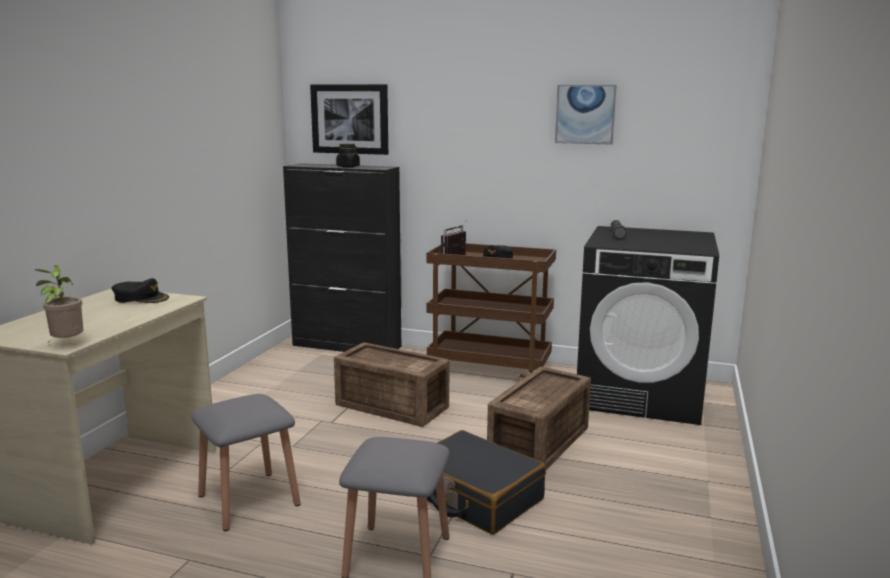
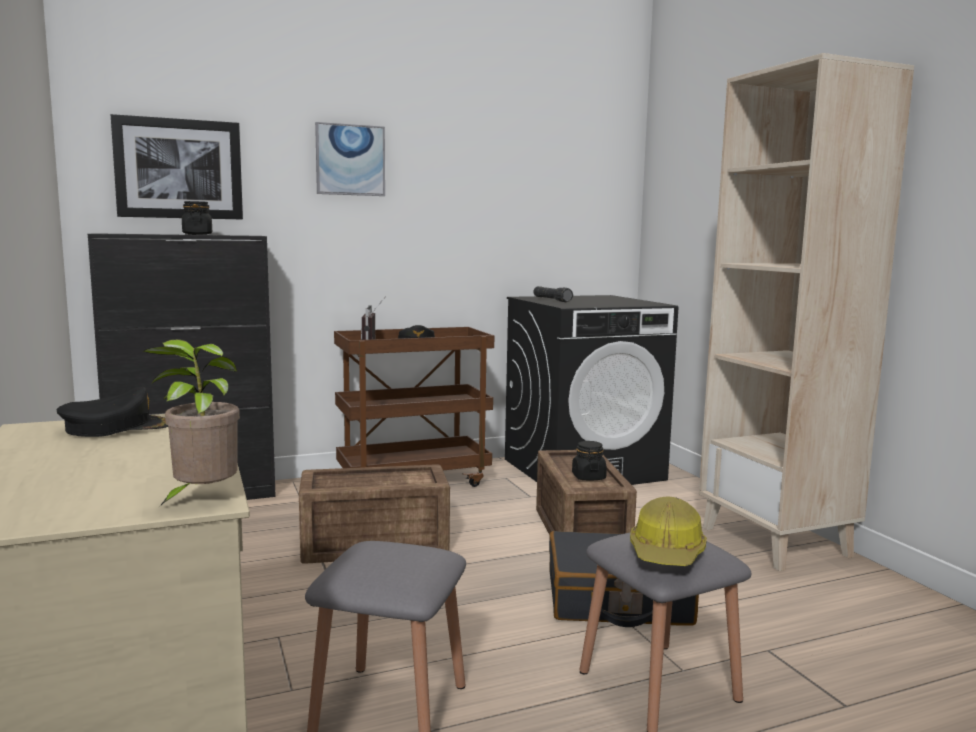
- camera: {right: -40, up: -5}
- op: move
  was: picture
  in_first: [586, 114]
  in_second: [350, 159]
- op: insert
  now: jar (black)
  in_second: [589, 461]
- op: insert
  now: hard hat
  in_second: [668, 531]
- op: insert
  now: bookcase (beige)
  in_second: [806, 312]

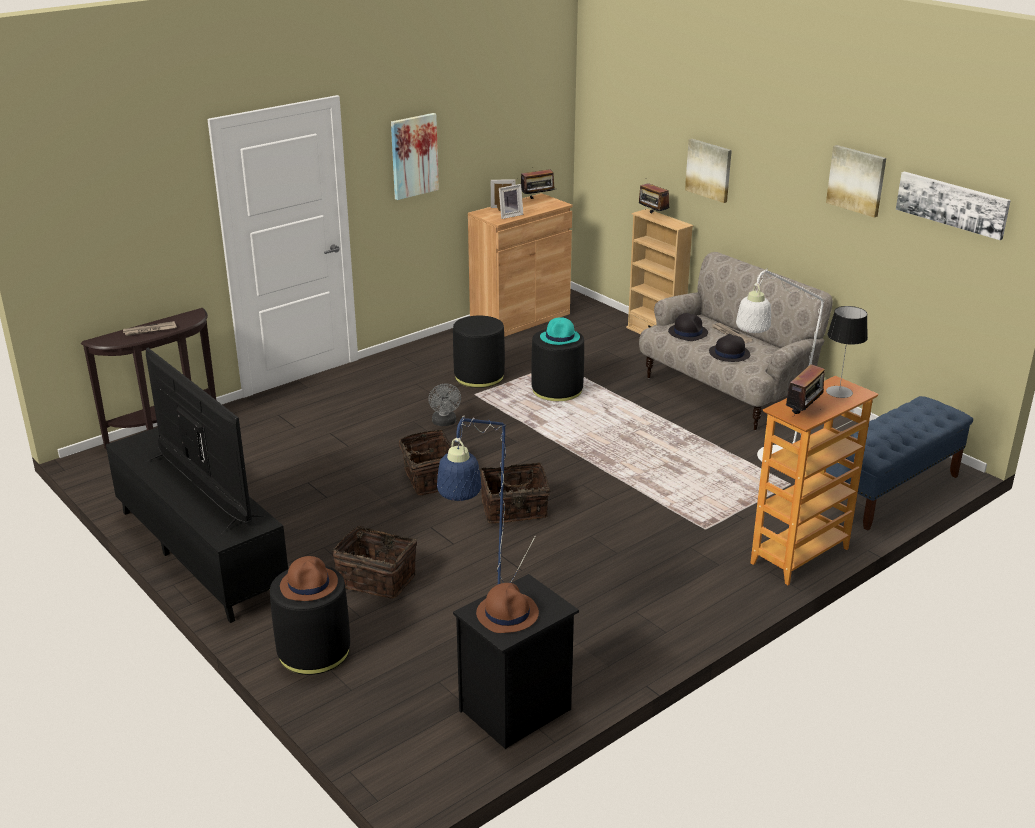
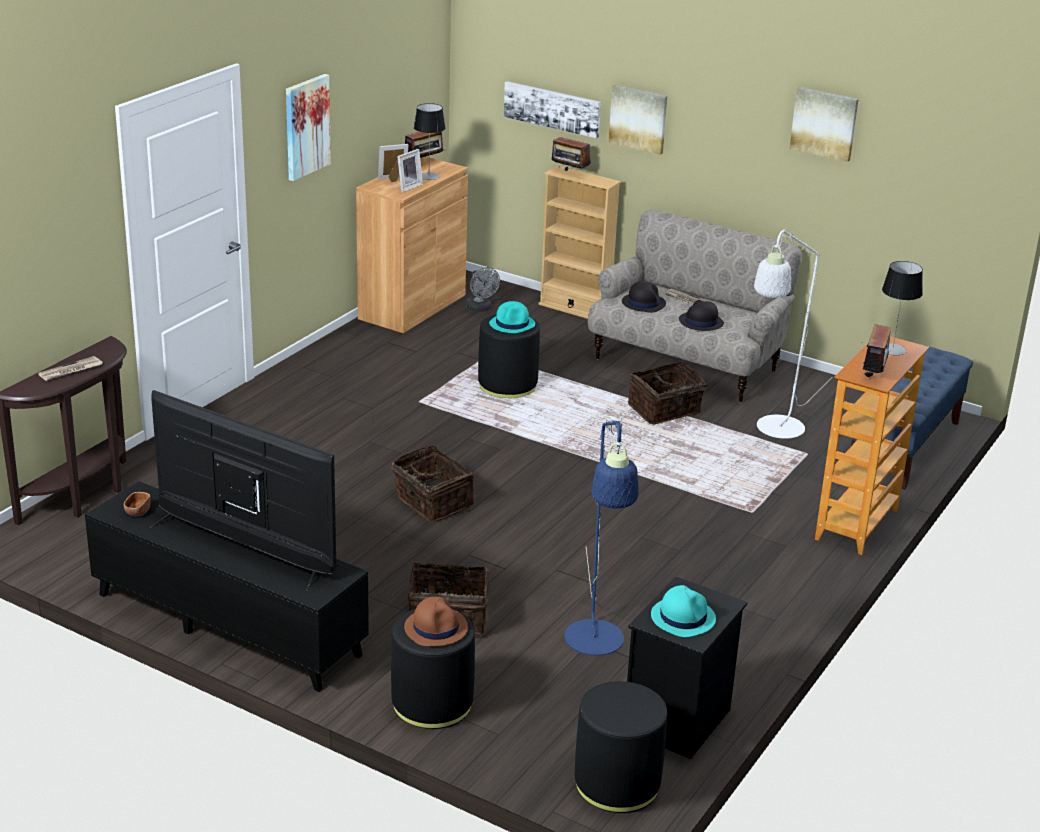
- camera: {right: -20, up: 0}
- op: insert
  now: bowl (brown)
  in_second: [137, 504]
- op: insert
  now: table lamp
  in_second: [429, 141]
- op: move
  was: fan (grey)
  in_first: [444, 404]
  in_second: [483, 289]
- op: move
  was: picture
  in_first: [953, 205]
  in_second: [552, 109]
- op: move
  was: ottoman (black)
  in_first: [479, 352]
  in_second: [621, 747]
- op: move
  was: basket
  in_first: [515, 493]
  in_second: [668, 392]
- op: recolor
  was: hat (brown)
  now: hat (turquoise)
  in_first: [507, 608]
  in_second: [683, 611]

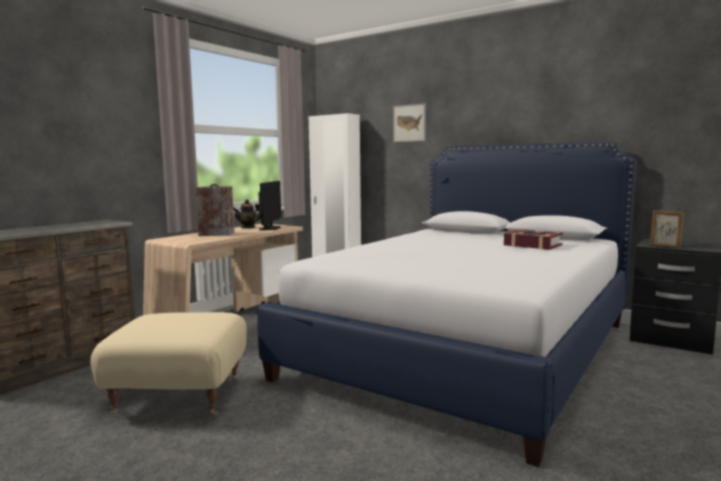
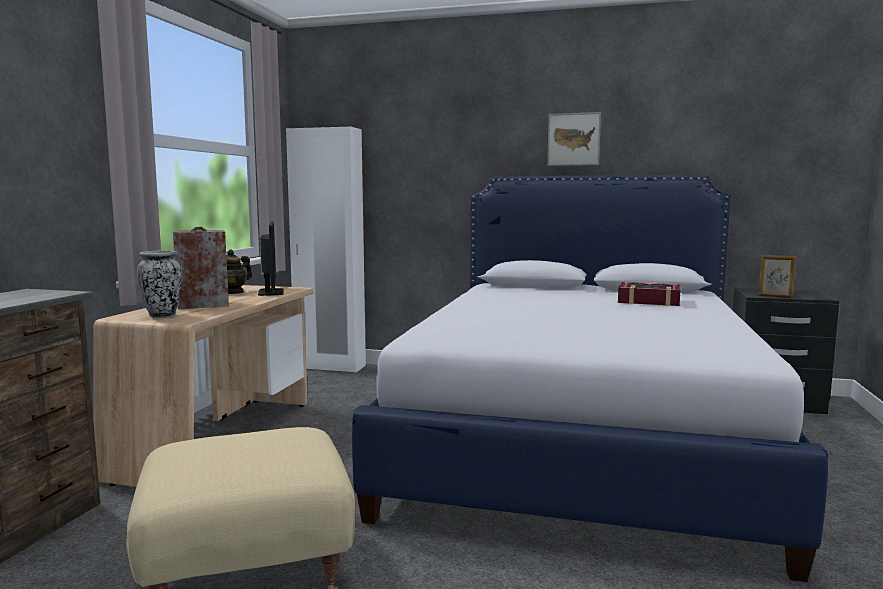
- camera: {right: -20, up: 0}
- op: insert
  now: vase
  in_second: [159, 284]
- op: move
  was: picture
  in_first: [409, 122]
  in_second: [574, 139]

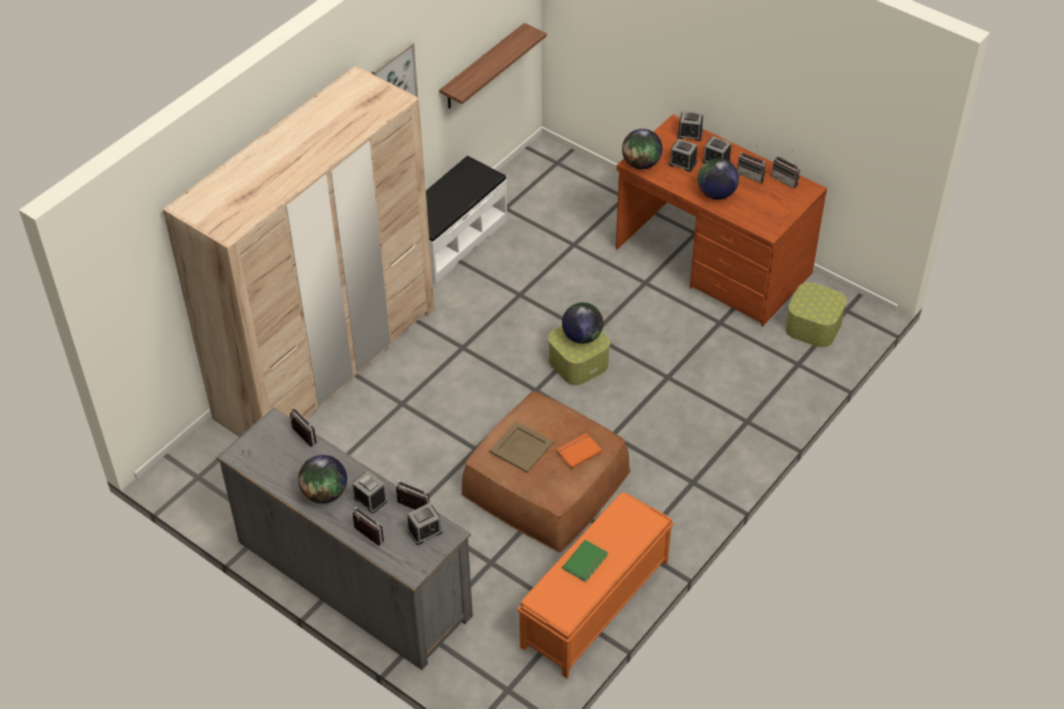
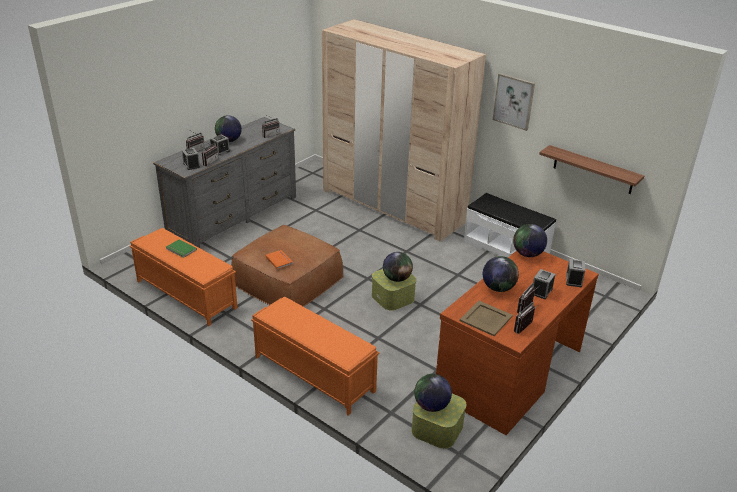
- camera: {right: 90, up: -15}
- op: insert
  now: bench (orange)
  in_second: [315, 356]
- op: insert
  now: globe
  in_second: [433, 393]
- op: move
  was: tray (beige)
  in_first: [521, 447]
  in_second: [486, 318]
- op: delete
  was: alarm clock
  in_first: [683, 155]

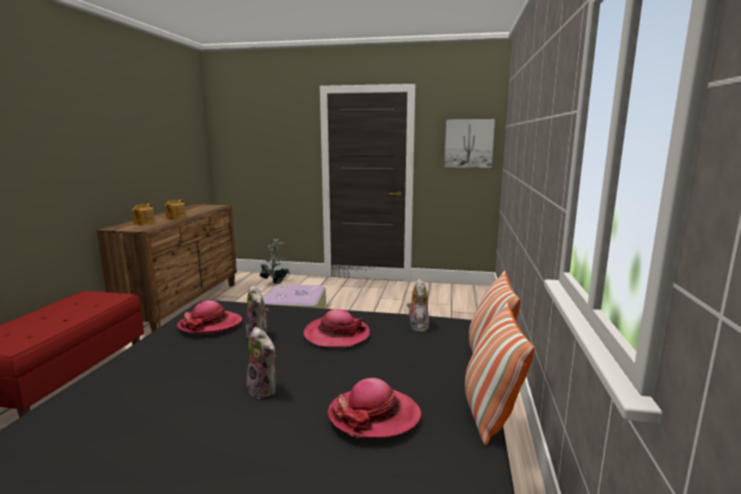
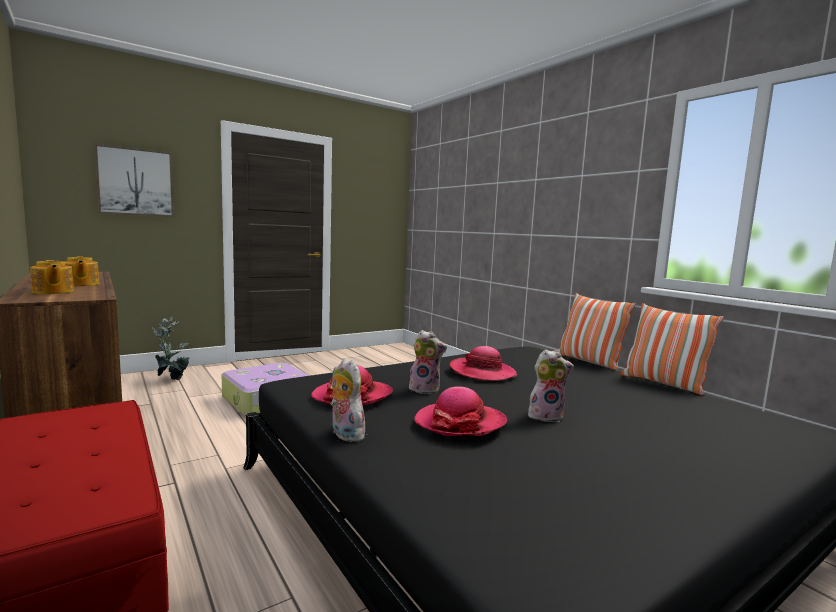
- camera: {right: -45, up: -5}
- op: move
  was: picture
  in_first: [469, 143]
  in_second: [134, 180]
- op: move
  was: plush toy
  in_first: [418, 305]
  in_second: [347, 400]
- op: move
  was: hat
  in_first: [375, 408]
  in_second: [460, 411]

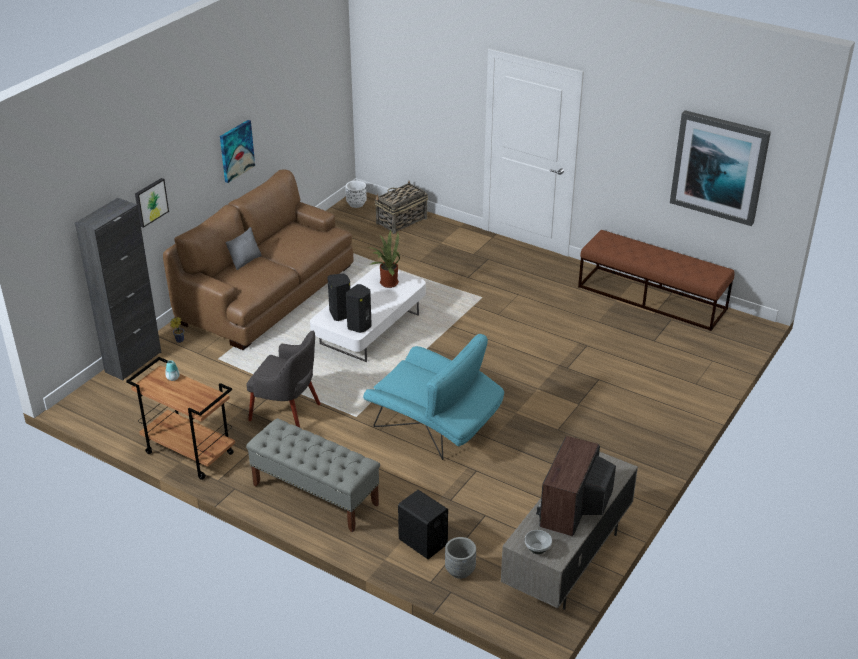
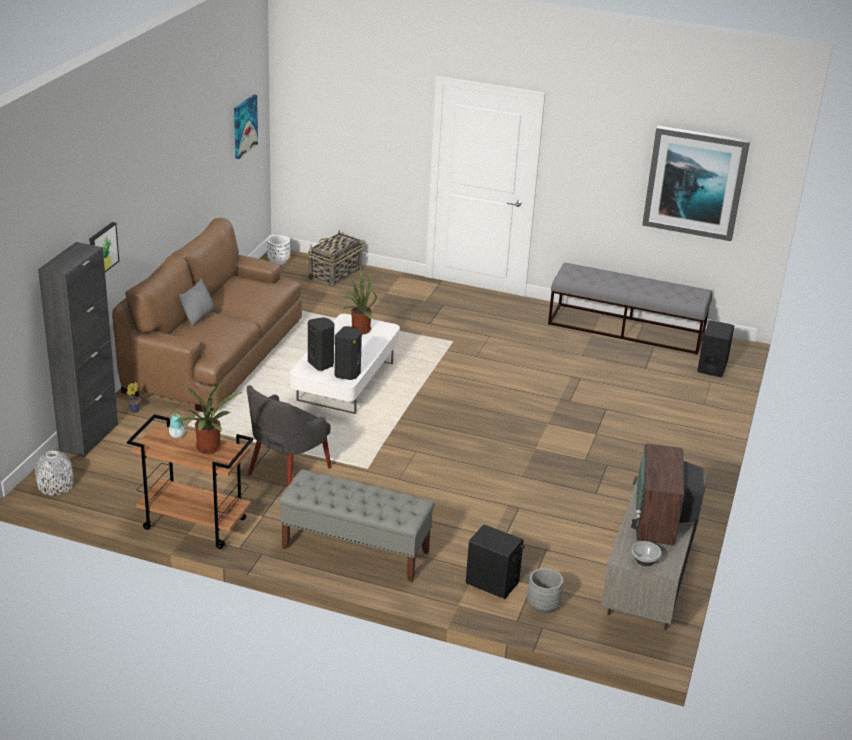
- camera: {right: -15, up: -5}
- op: insert
  now: vase (grey)
  in_second: [54, 473]
- op: insert
  now: potted plant
  in_second: [210, 418]
- op: move
  was: picture
  in_first: [237, 151]
  in_second: [246, 127]
- op: rotate
  was: armchair (grey)
  in_first: [283, 379]
  in_second: [289, 436]
  clockwise: 120
- op: recolor
  was: bench (brown)
  now: bench (grey)
  in_first: [656, 280]
  in_second: [630, 309]
- op: insert
  now: speaker (black)
  in_second: [715, 348]
- op: delete
  was: armchair (turquoise)
  in_first: [433, 397]

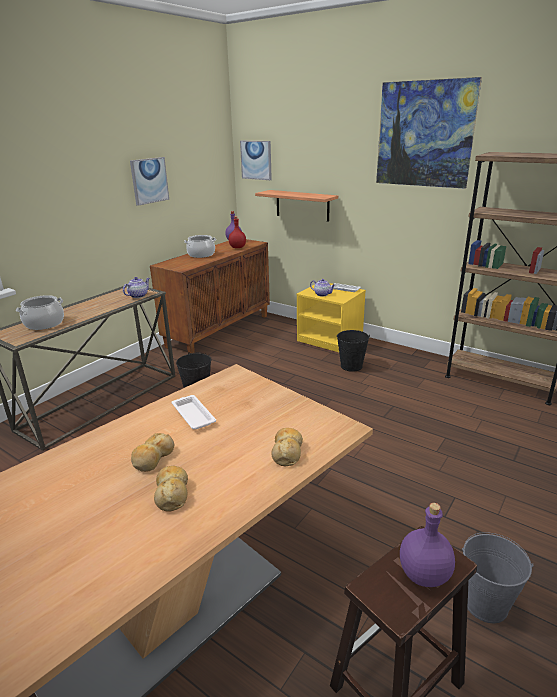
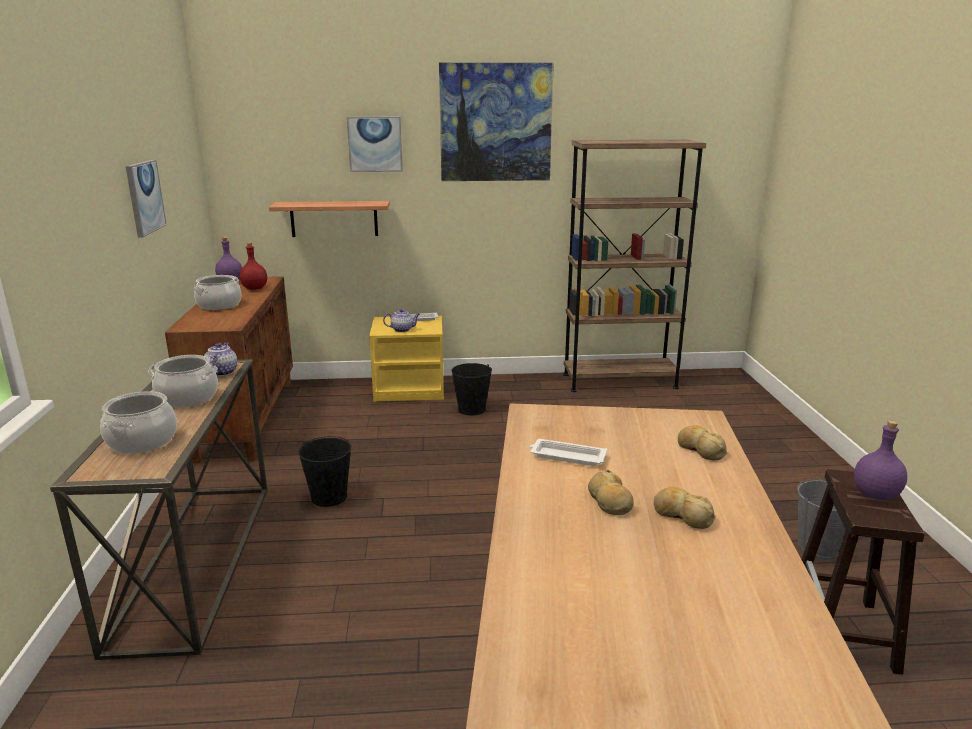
- camera: {right: -40, up: -5}
- op: insert
  now: cooking pot
  in_second: [183, 381]
- op: move
  was: picture
  in_first: [256, 160]
  in_second: [375, 144]

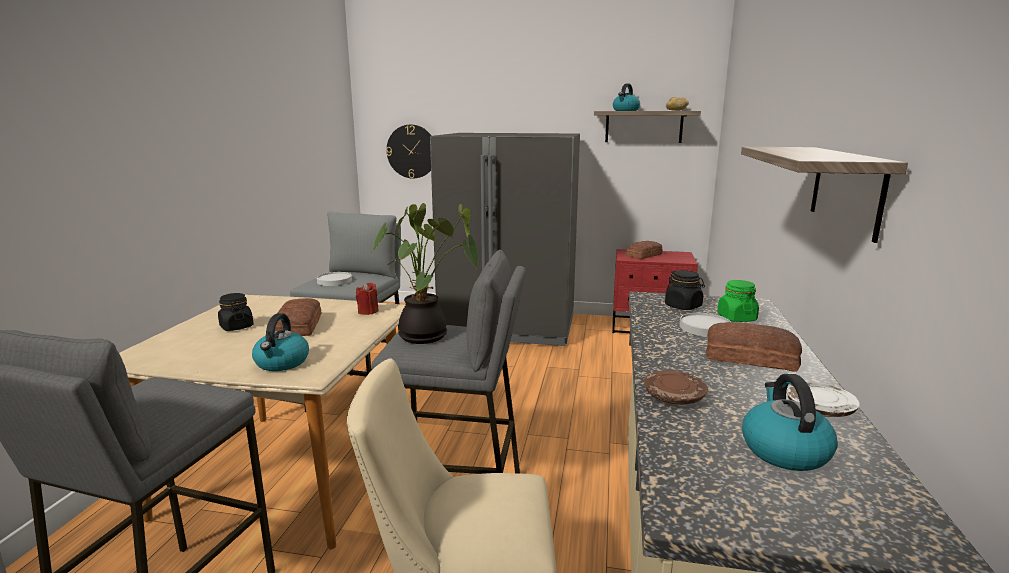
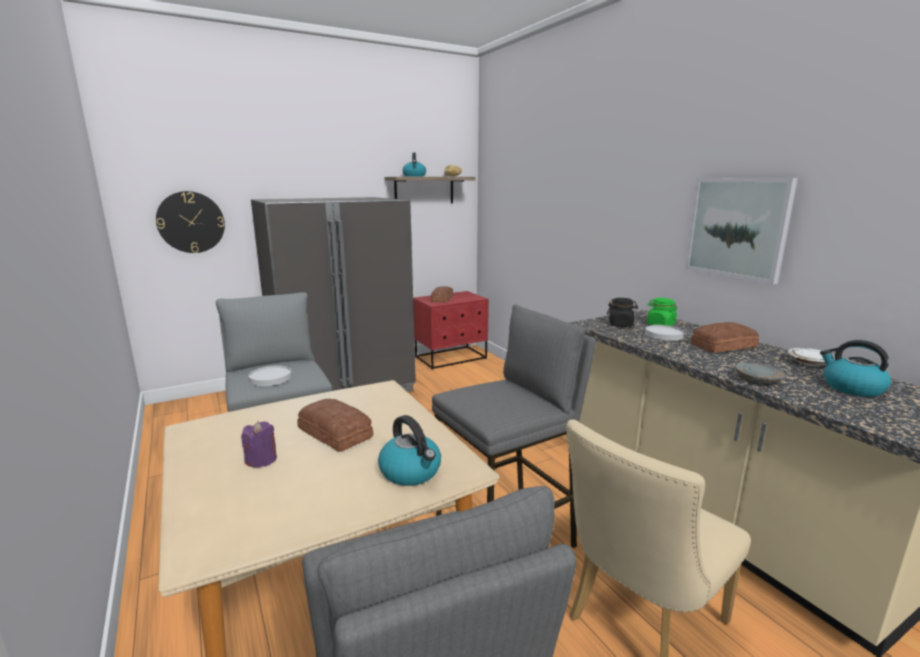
- camera: {right: -40, up: 0}
- op: replace
  was: jar (black)
  now: candle (purple)
  in_first: [236, 312]
  in_second: [259, 444]
- op: replace
  was: shelf
  now: picture
  in_first: [824, 195]
  in_second: [741, 231]
- op: recolor
  was: plate (brown)
  now: plate (grey)
  in_first: [676, 387]
  in_second: [760, 373]
- op: delete
  was: candle (red)
  in_first: [367, 299]
- op: delete
  was: potted plant
  in_first: [425, 273]

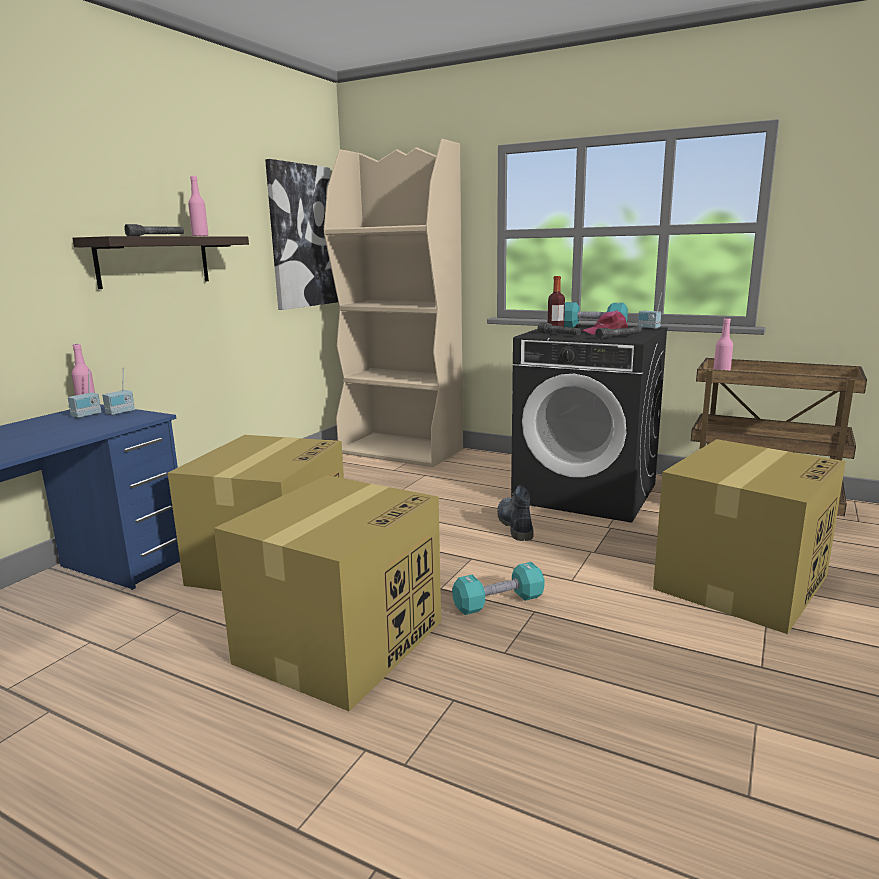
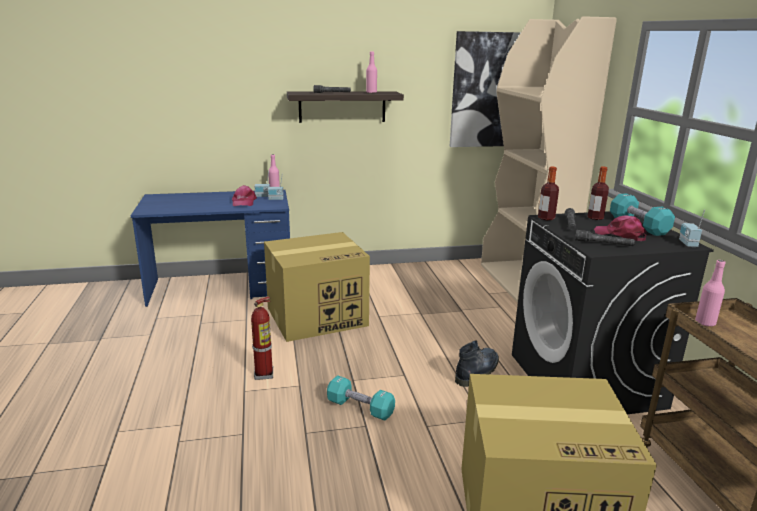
- camera: {right: 50, up: 5}
- op: insert
  now: cap (pink)
  in_second: [244, 195]
- op: replace
  was: cardboard box
  now: fire extinguisher
  in_first: [327, 593]
  in_second: [262, 338]
- op: insert
  now: bottle
  in_second: [548, 193]

